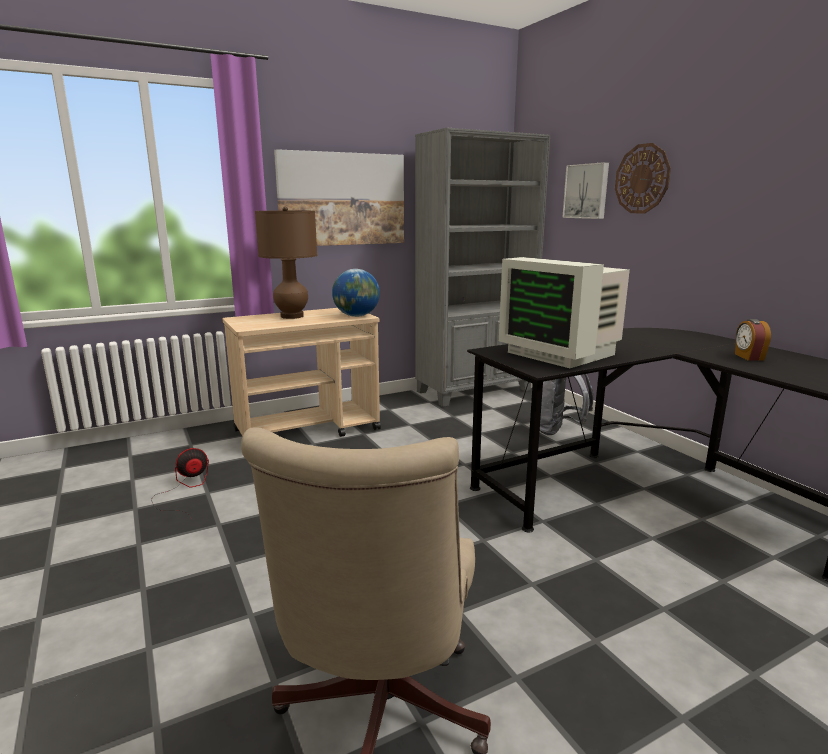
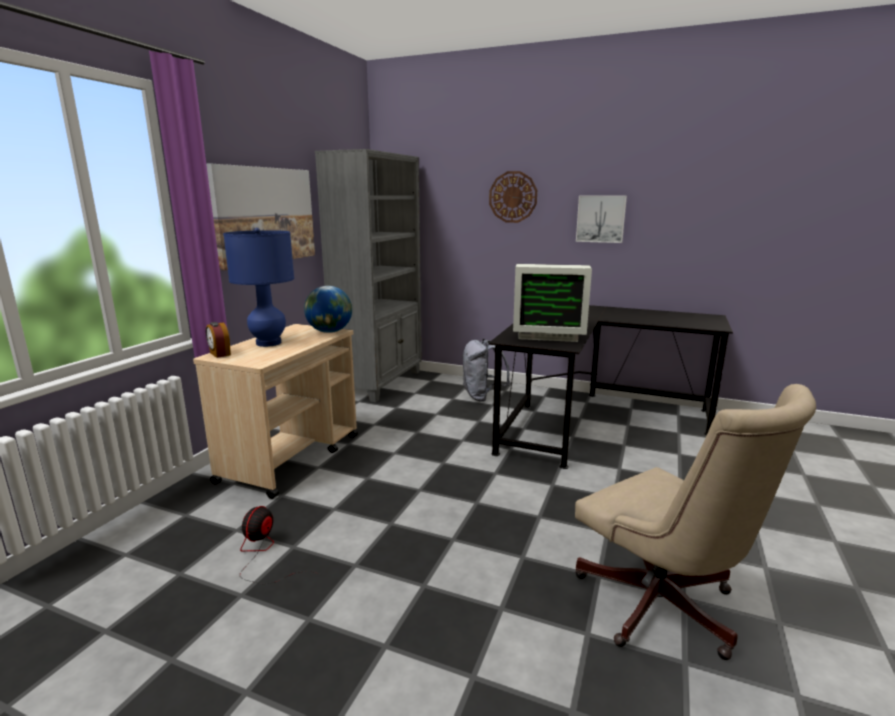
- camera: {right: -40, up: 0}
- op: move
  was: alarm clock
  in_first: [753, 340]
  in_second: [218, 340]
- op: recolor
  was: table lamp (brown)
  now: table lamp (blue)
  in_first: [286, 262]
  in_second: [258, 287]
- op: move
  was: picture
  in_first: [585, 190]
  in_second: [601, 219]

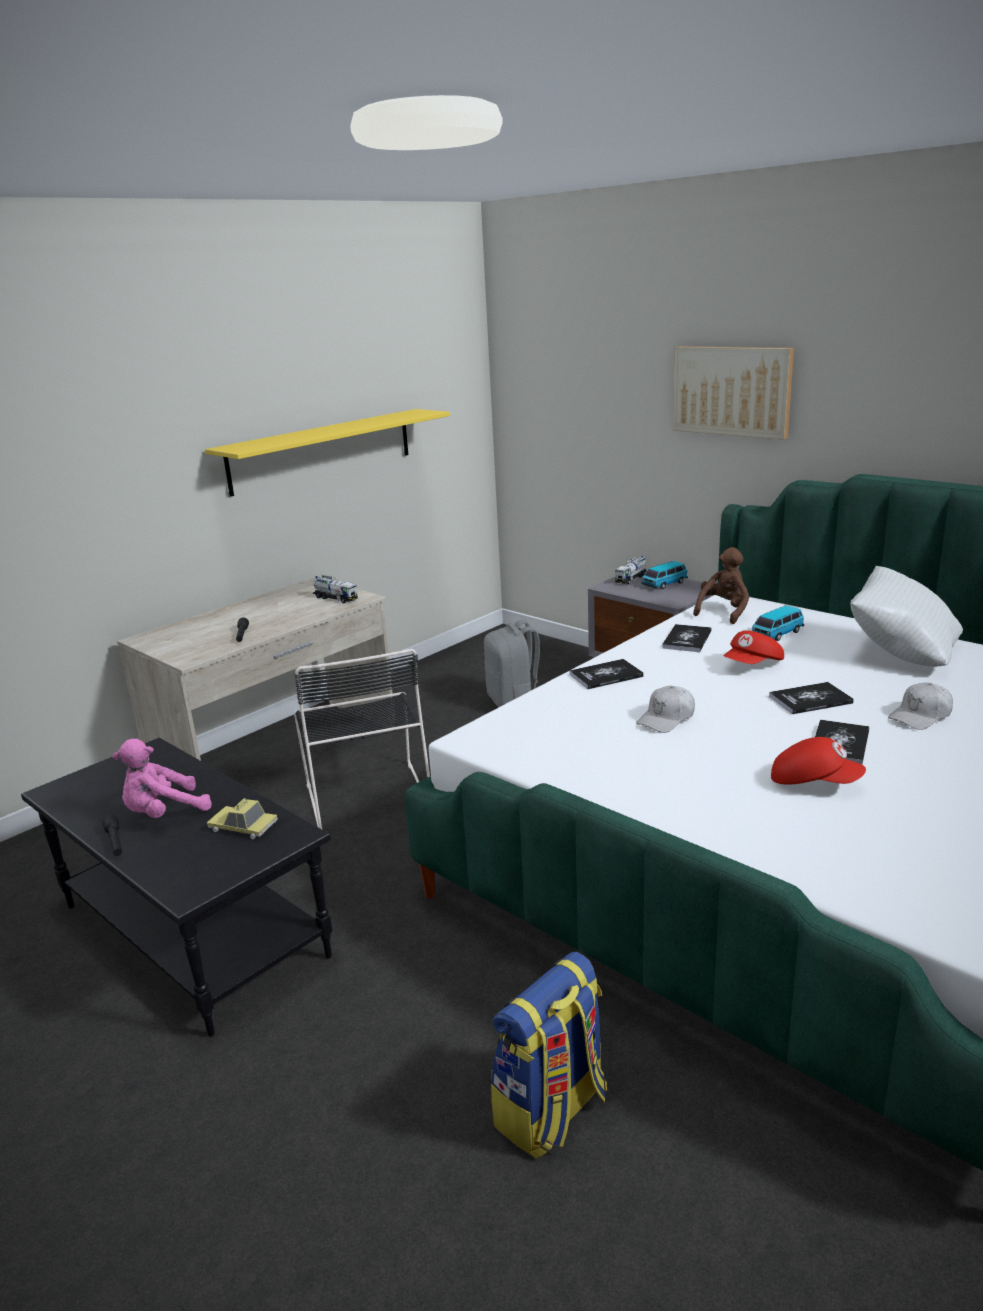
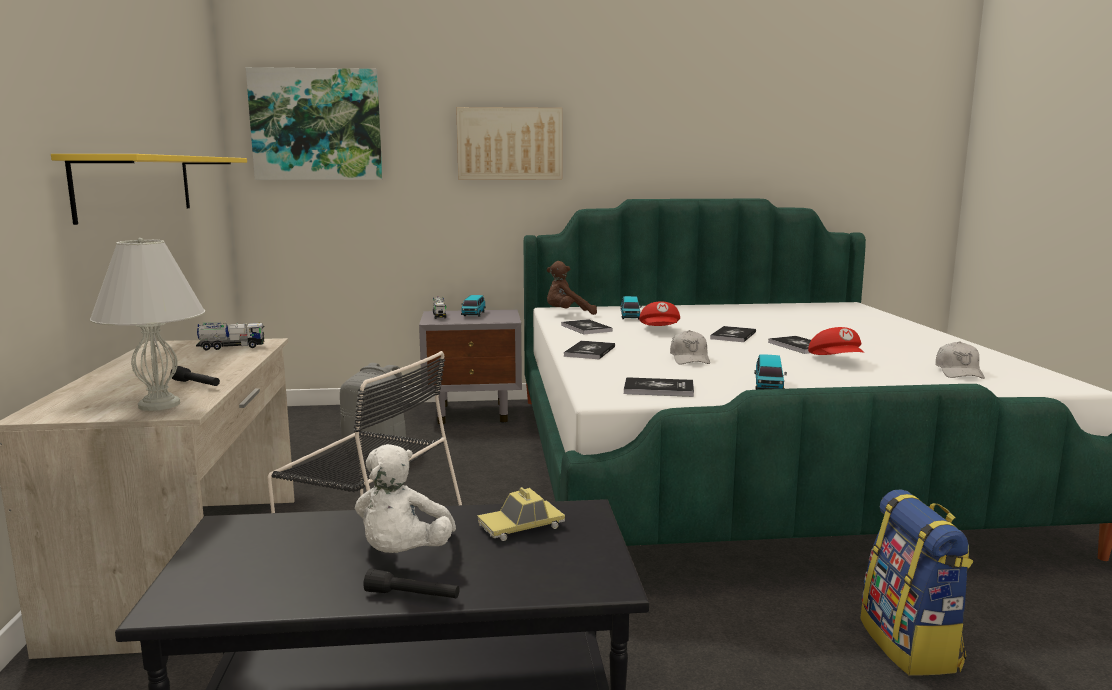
- camera: {right: -50, up: -10}
- op: insert
  now: table lamp (white)
  in_second: [147, 324]
- op: insert
  now: picture
  in_second: [314, 123]
- op: recolor
  was: plush toy (pink)
  now: plush toy (white)
  in_first: [162, 778]
  in_second: [405, 498]
- op: rotate
  was: plush toy (brown)
  in_first: [721, 585]
  in_second: [572, 288]
  clockwise: -90
- op: insert
  now: book
  in_second: [659, 387]
- op: insert
  now: toy car
  in_second: [770, 372]
- op: rotate
  was: cap (red)
  in_first: [818, 761]
  in_second: [836, 341]
  clockwise: 105
- op: move
  was: cap (white)
  in_first: [920, 706]
  in_second: [960, 360]
- op: delete
  was: pillow (white)
  in_first: [907, 616]

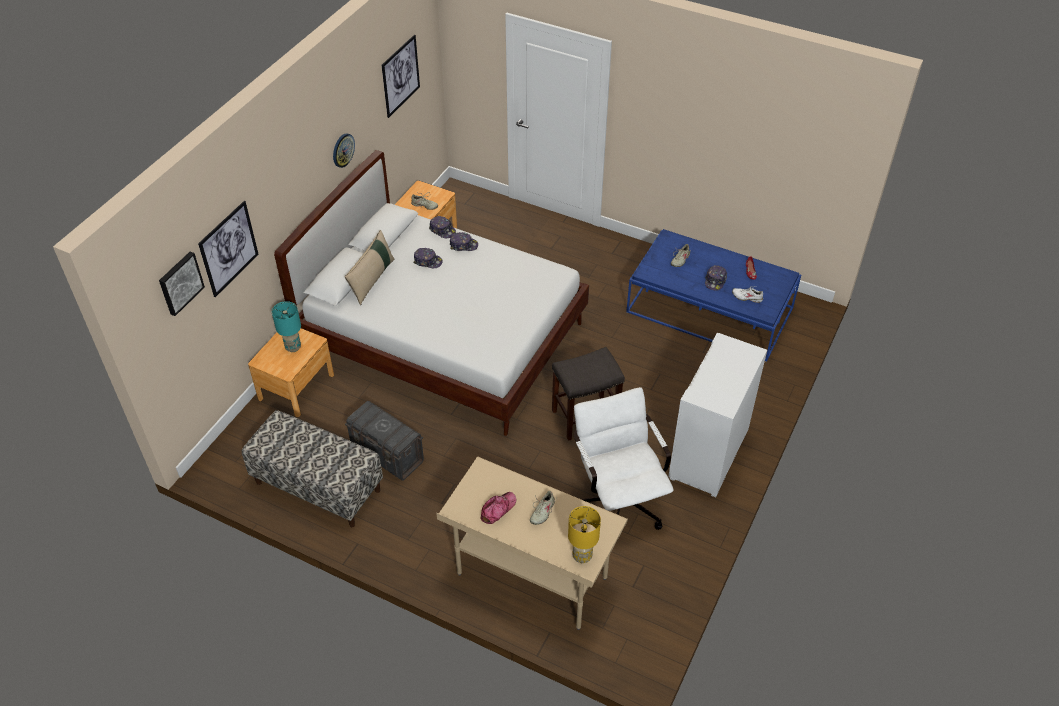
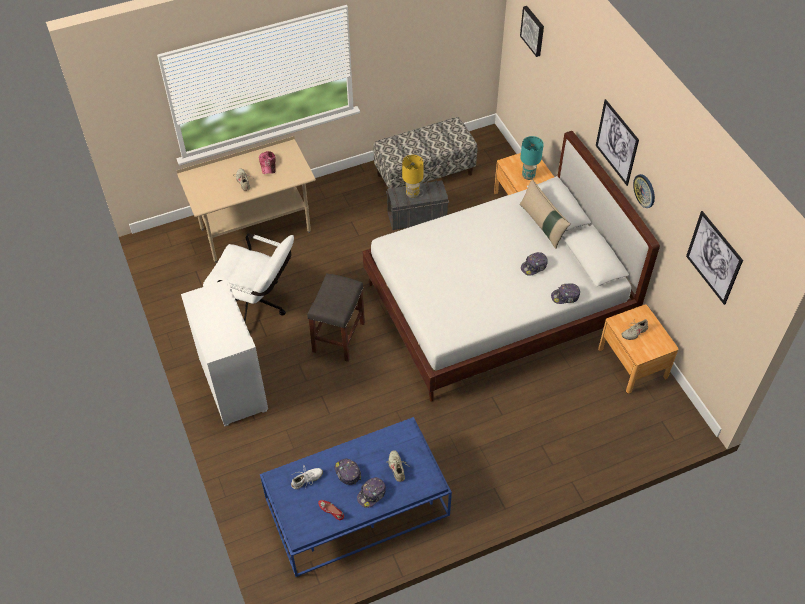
- camera: {right: 130, up: 5}
- op: move
  was: cap
  in_first: [464, 241]
  in_second: [371, 492]
- op: move
  was: table lamp (yellow)
  in_first: [584, 534]
  in_second: [413, 176]
- op: move
  was: picture
  in_first: [228, 249]
  in_second: [617, 142]

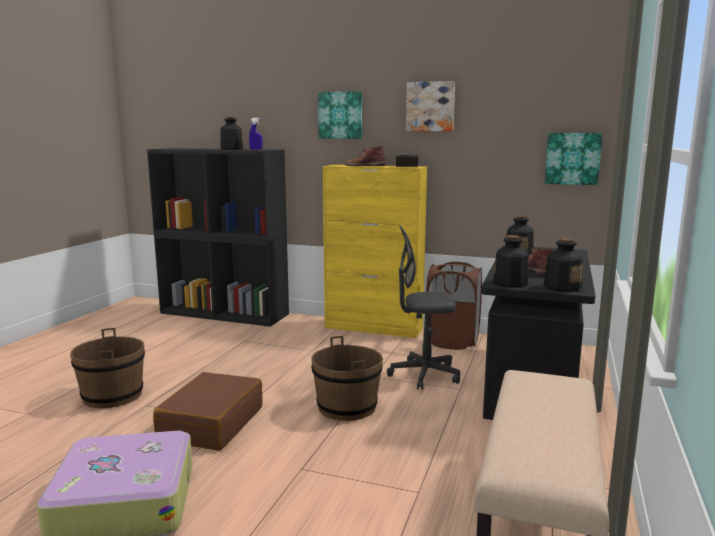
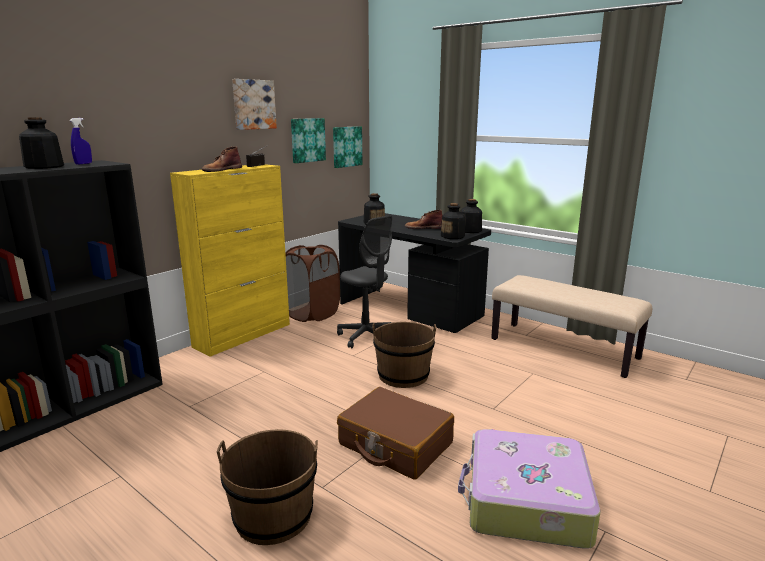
- camera: {right: -70, up: 5}
- op: move
  was: picture
  in_first: [340, 115]
  in_second: [308, 140]
- op: rotate
  was: office chair (grey)
  in_first: [423, 307]
  in_second: [365, 281]
  clockwise: -60

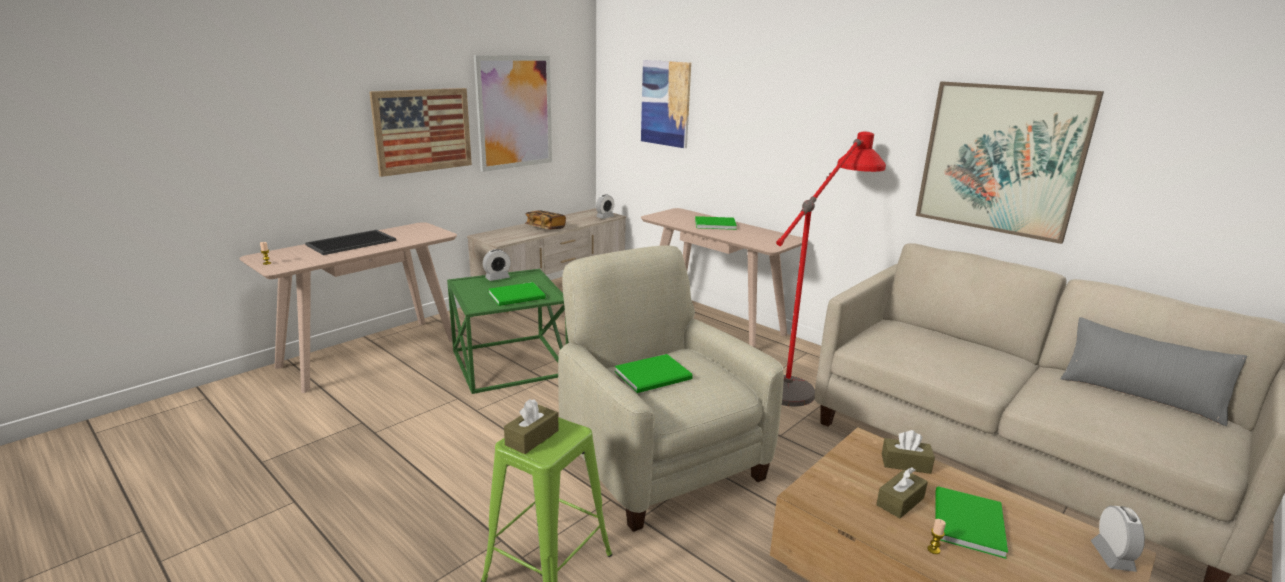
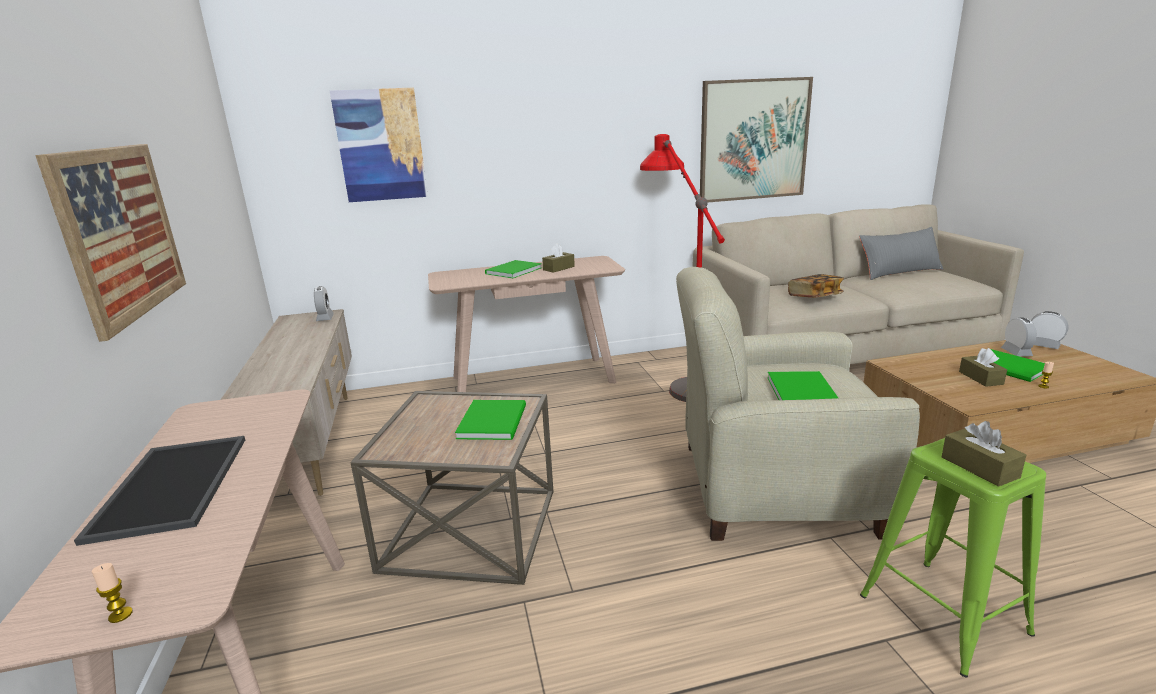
- camera: {right: -55, up: 0}
- op: recolor
  was: side table (green)
  now: side table (brown)
  in_first: [508, 331]
  in_second: [452, 488]
- op: move
  was: tissue box (brown)
  in_first: [908, 452]
  in_second: [558, 258]
- op: move
  was: book
  in_first: [545, 220]
  in_second: [816, 286]
- op: move
  was: alarm clock
  in_first: [497, 265]
  in_second: [1019, 337]
- op: delete
  was: picture
  in_first: [513, 113]

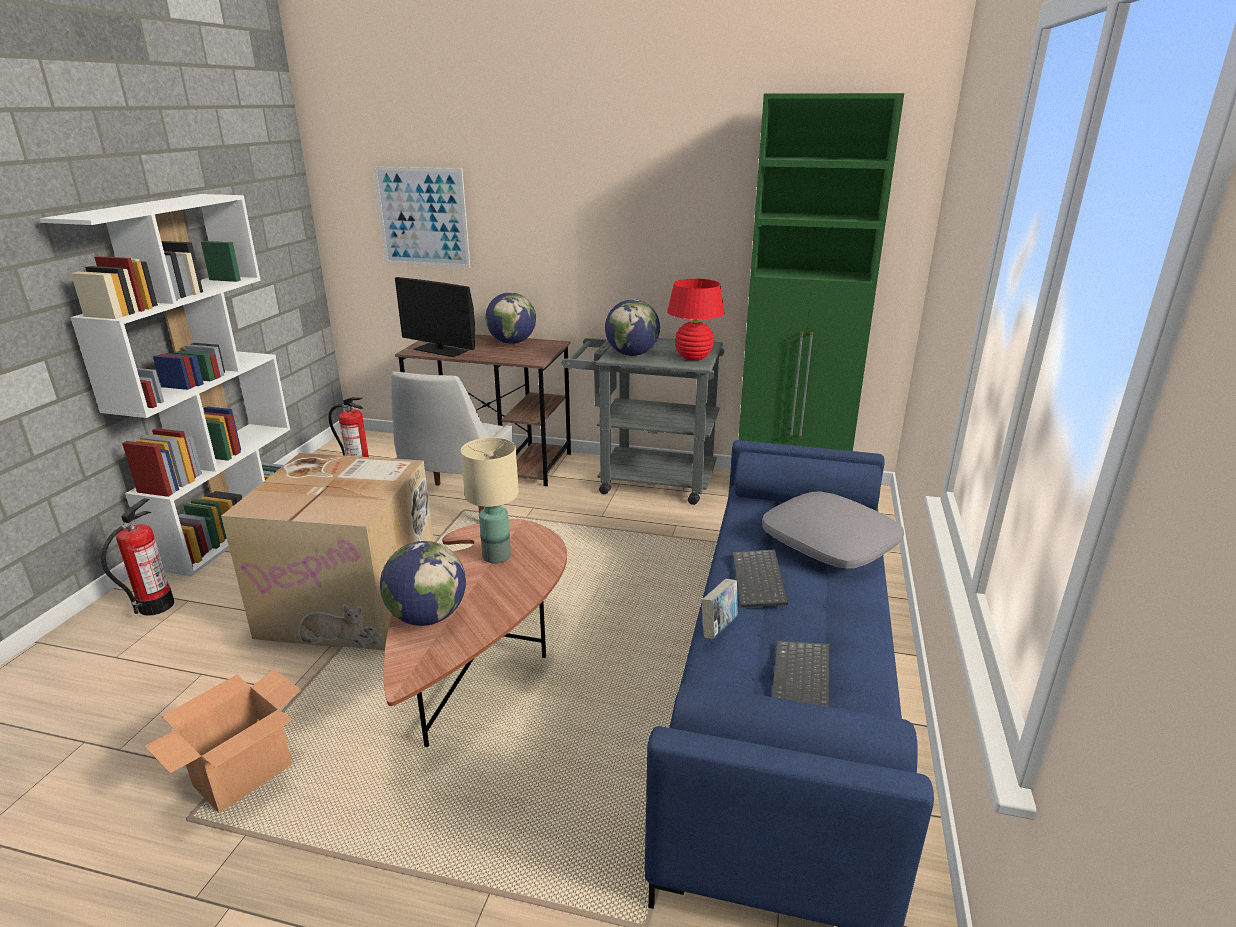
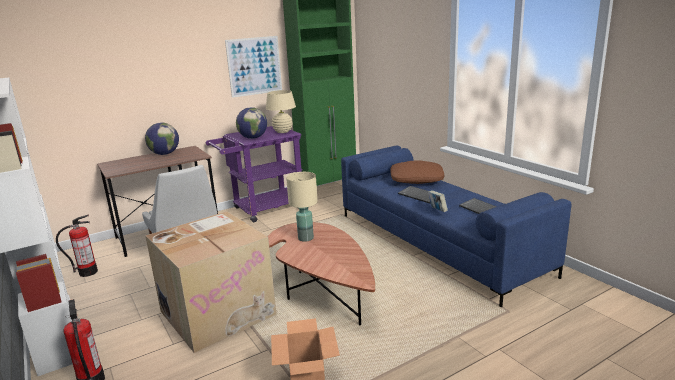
- camera: {right: -45, up: -5}
- op: recolor
  was: cart (grey)
  now: cart (purple)
  in_first: [643, 421]
  in_second: [254, 174]
- op: move
  was: picture
  in_first: [422, 217]
  in_second: [253, 67]
- op: recolor
  was: table lamp (red)
  now: table lamp (beige)
  in_first: [695, 320]
  in_second: [281, 111]
- op: recolor
  was: pillow (grey)
  now: pillow (brown)
  in_first: [833, 530]
  in_second: [417, 172]
- op: delete
  was: globe
  in_first: [423, 583]
- op: delete
  was: monitor
  in_first: [435, 317]

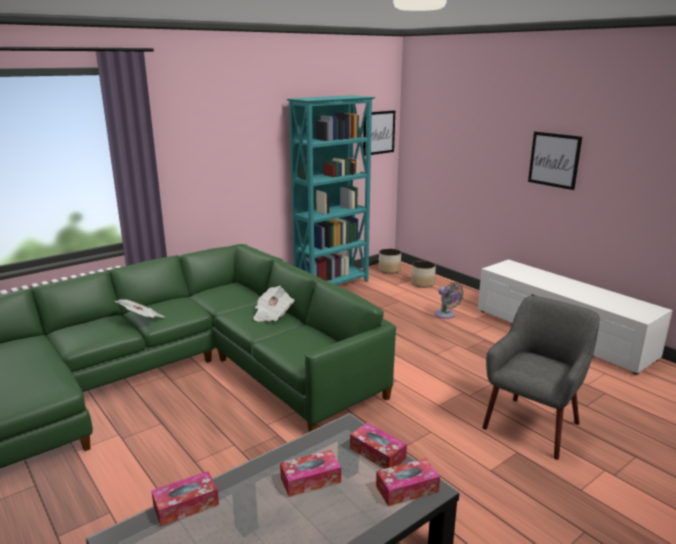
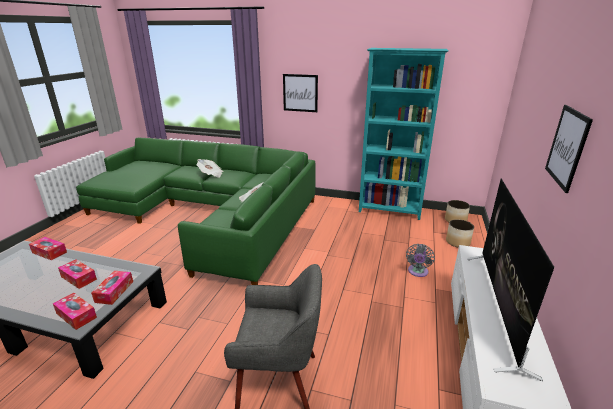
- camera: {right: 55, up: 5}
- op: move
  was: picture
  in_first: [379, 133]
  in_second: [300, 93]
- op: insert
  now: television
  in_second: [510, 280]

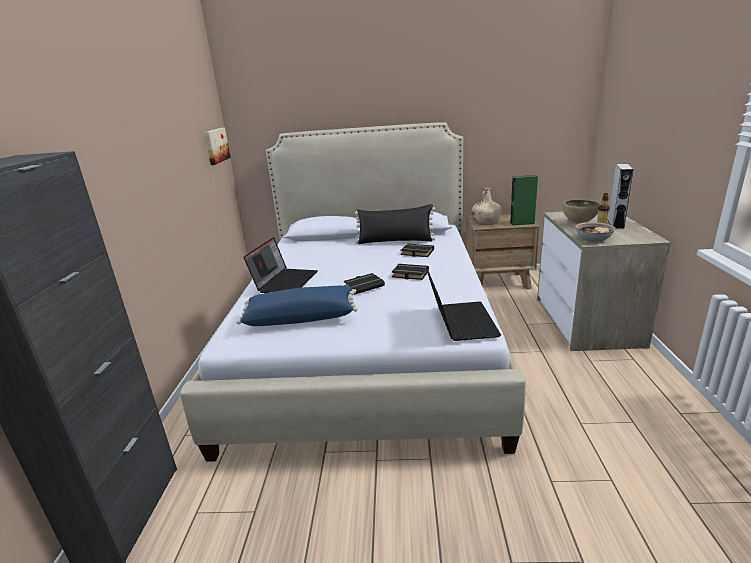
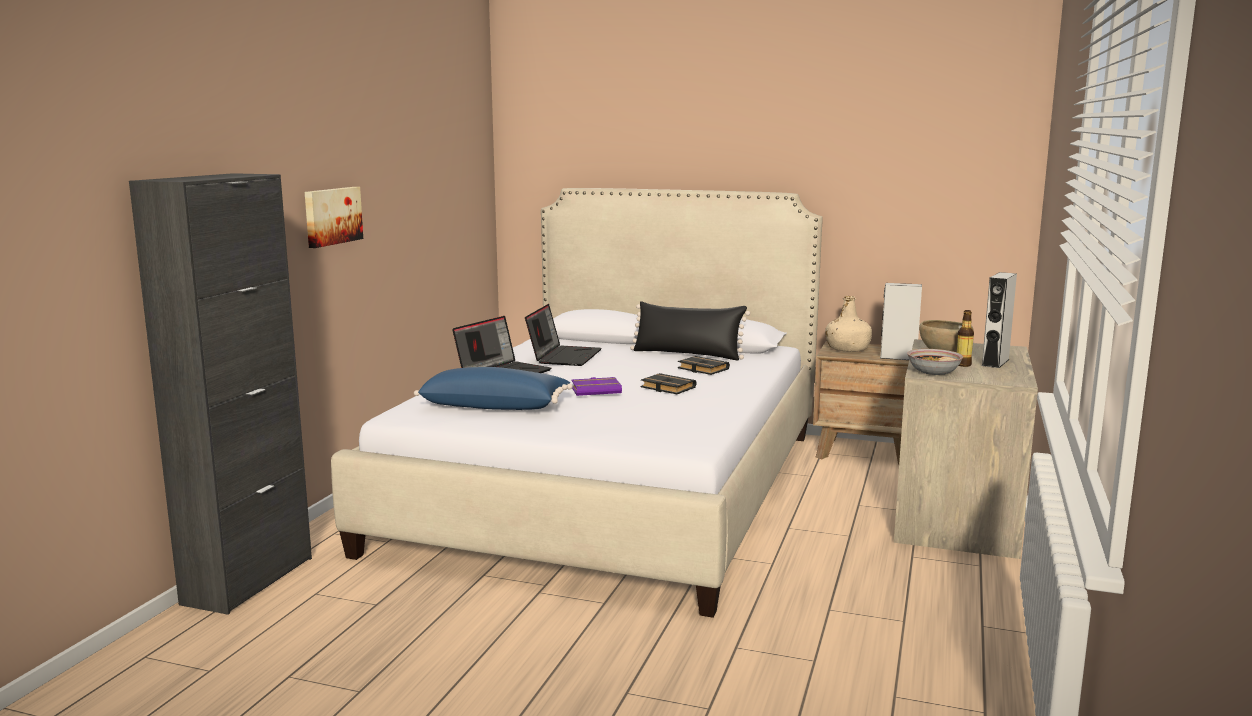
- camera: {right: 15, up: -10}
- op: move
  was: picture
  in_first: [217, 146]
  in_second: [334, 217]
- op: move
  was: laptop
  in_first: [463, 304]
  in_second: [563, 335]
- op: recolor
  was: book (black)
  now: book (purple)
  in_first: [364, 283]
  in_second: [596, 386]
- op: recolor
  was: speaker (green)
  now: speaker (grey)
  in_first: [524, 200]
  in_second: [901, 321]

